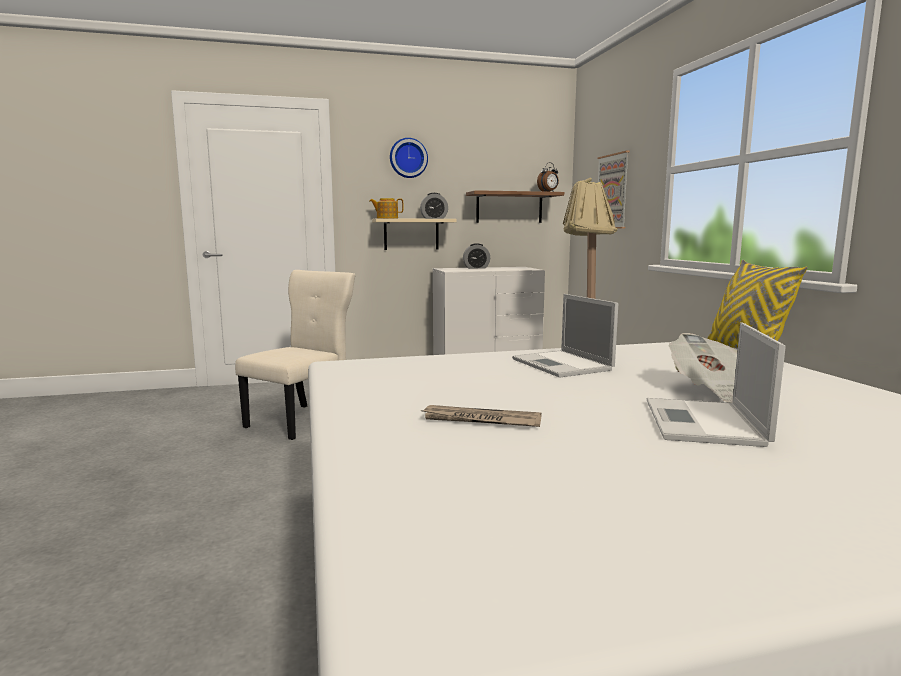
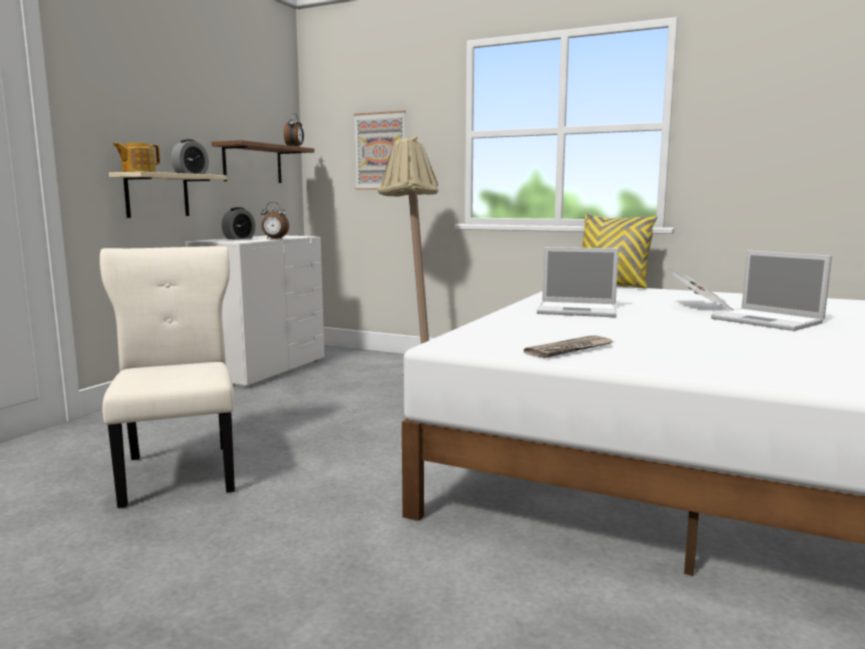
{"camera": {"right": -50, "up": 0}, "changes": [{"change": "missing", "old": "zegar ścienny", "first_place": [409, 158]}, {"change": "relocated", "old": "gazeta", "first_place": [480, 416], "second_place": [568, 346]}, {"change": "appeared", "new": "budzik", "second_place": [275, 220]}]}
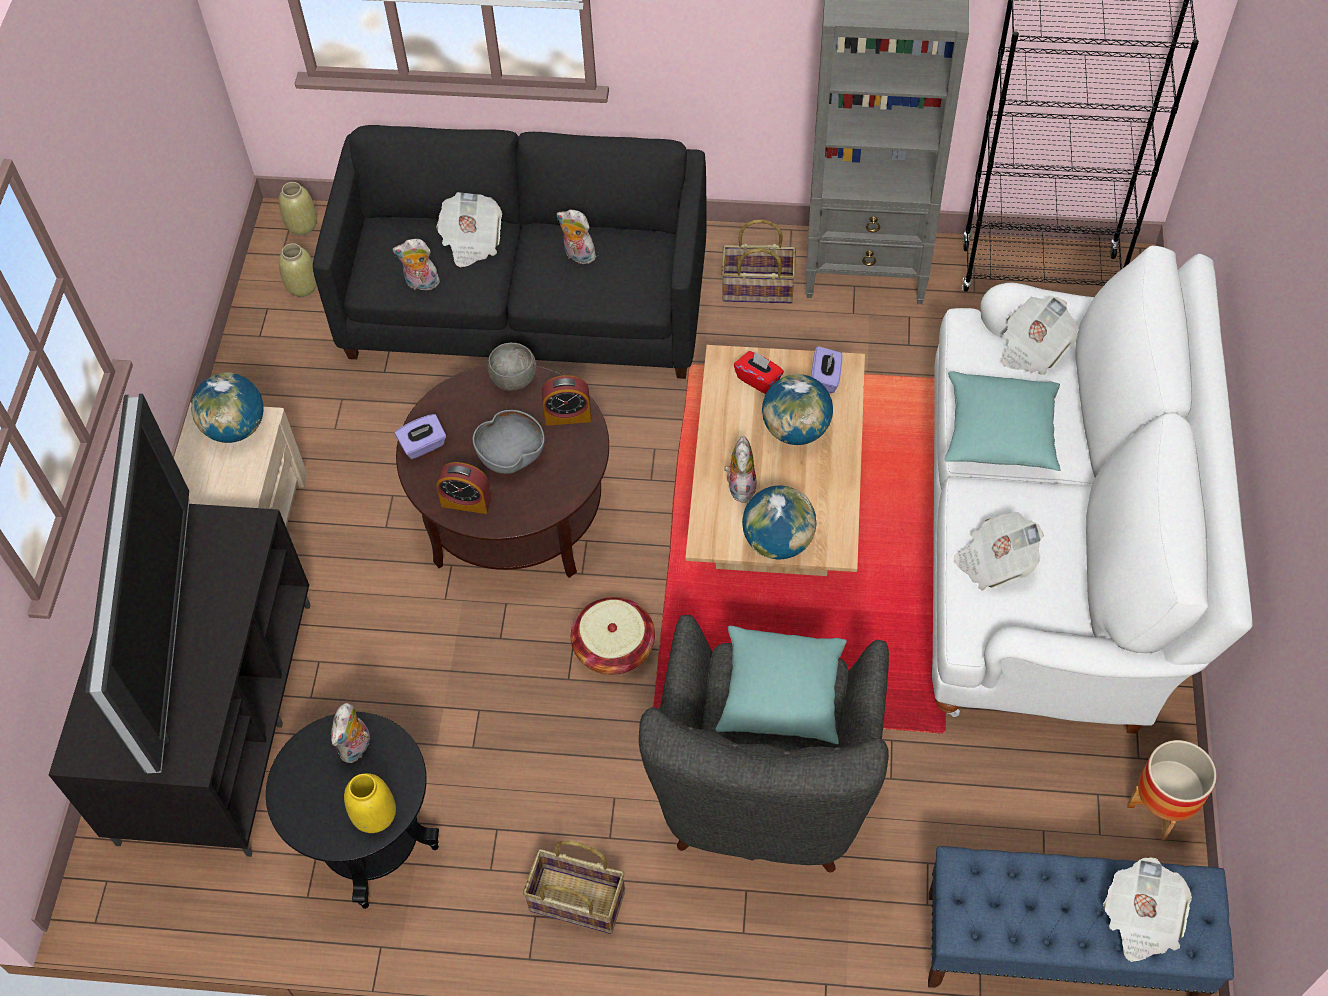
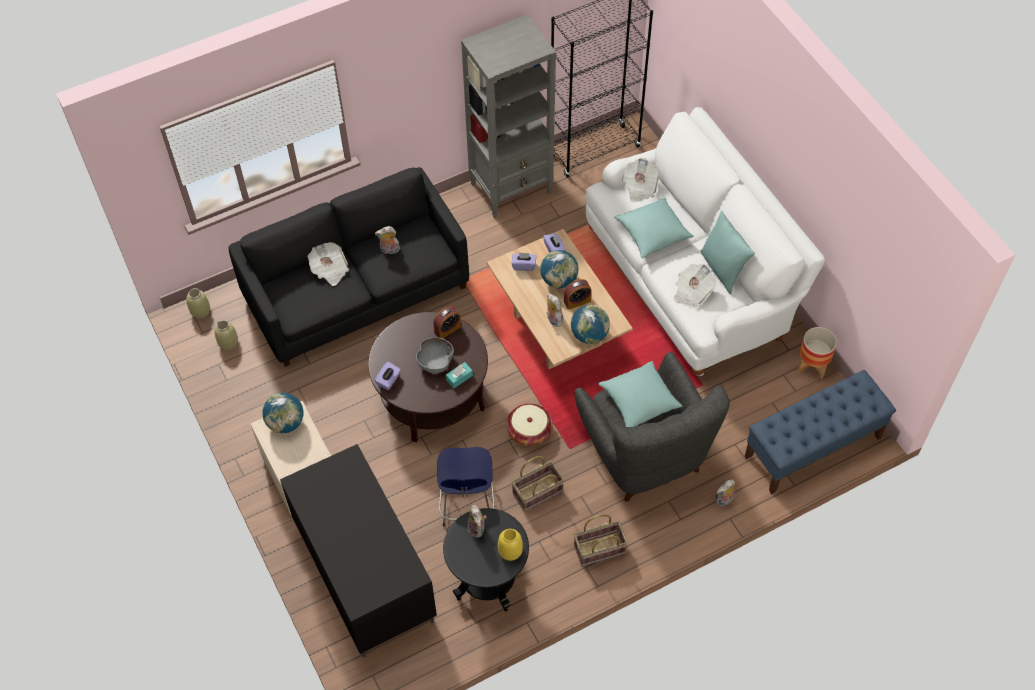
{"camera": {"right": -35, "up": 0}, "changes": [{"change": "relocated", "old": "koszyk", "first_place": [758, 261], "second_place": [537, 484]}, {"change": "relocated", "old": "pluszak", "first_place": [416, 265], "second_place": [725, 492]}, {"change": "missing", "old": "miska/szary", "first_place": [511, 367]}, {"change": "colour", "old": "pudełko chusteczek/czerwony", "new": "pudełko chusteczek/fioletowy", "first_place": [759, 372], "second_place": [523, 261]}, {"change": "missing", "old": "telewizor", "first_place": [137, 583]}, {"change": "relocated", "old": "budzik", "first_place": [463, 488], "second_place": [578, 294]}, {"change": "missing", "old": "gazeta", "first_place": [1147, 909]}, {"change": "appeared", "new": "poduszka/turkusowy", "second_place": [728, 252]}, {"change": "appeared", "new": "pudełko chusteczek/turkusowy", "second_place": [459, 375]}, {"change": "appeared", "new": "stołek/niebieski", "second_place": [466, 487]}]}
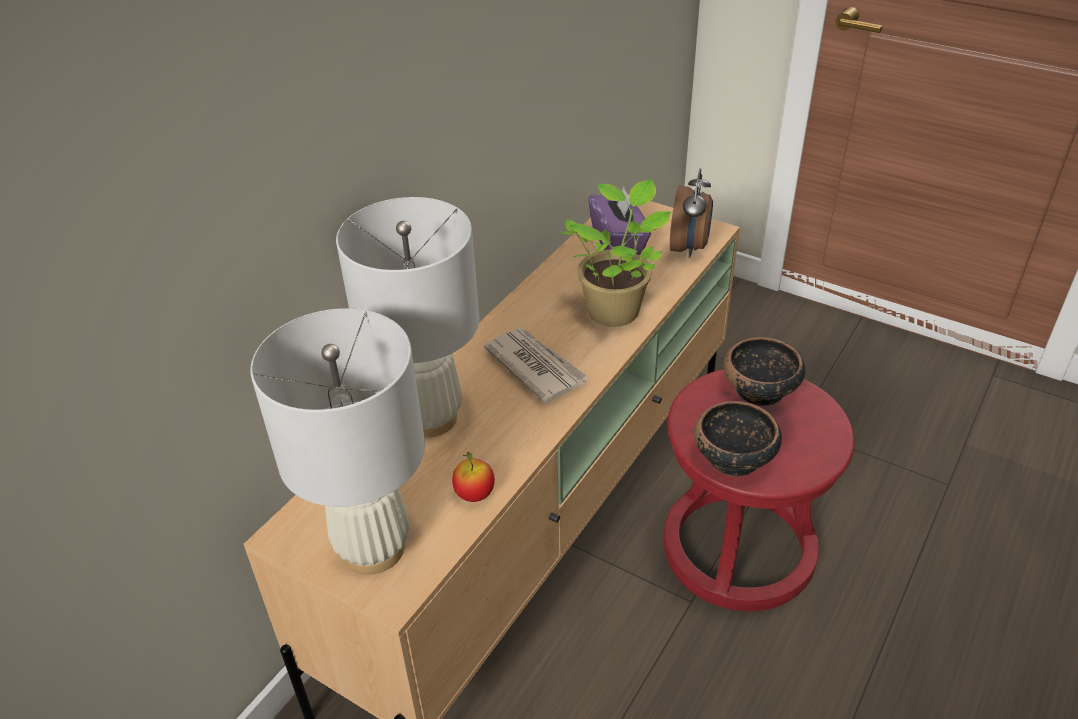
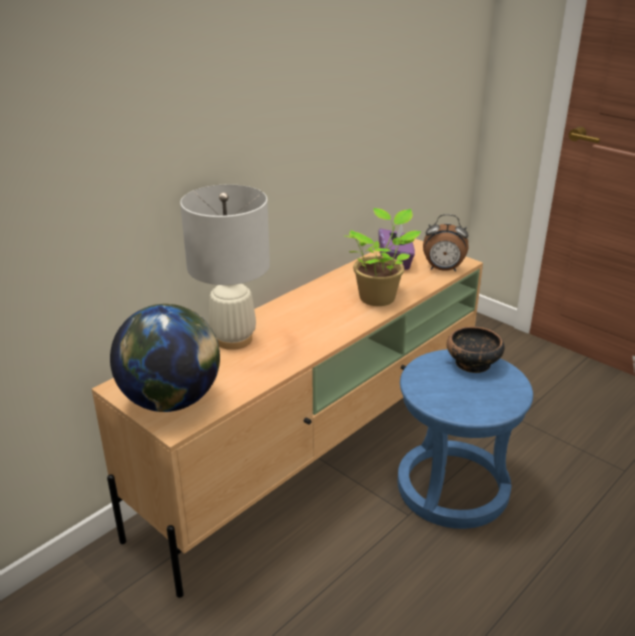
{"camera": {"right": 10, "up": -10}, "changes": [{"change": "spun", "old": "budzik", "first_place": [691, 213], "second_place": [446, 243], "degrees": 75}, {"change": "exchanged", "old": "lampa stołowa/biały", "new": "globus", "first_place": [337, 441], "second_place": [165, 358]}, {"change": "missing", "old": "gazeta", "first_place": [536, 365]}, {"change": "colour", "old": "stołek/czerwony", "new": "stołek/niebieski", "first_place": [759, 490], "second_place": [465, 439]}, {"change": "missing", "old": "miska", "first_place": [738, 438]}, {"change": "missing", "old": "jabłko", "first_place": [473, 477]}]}
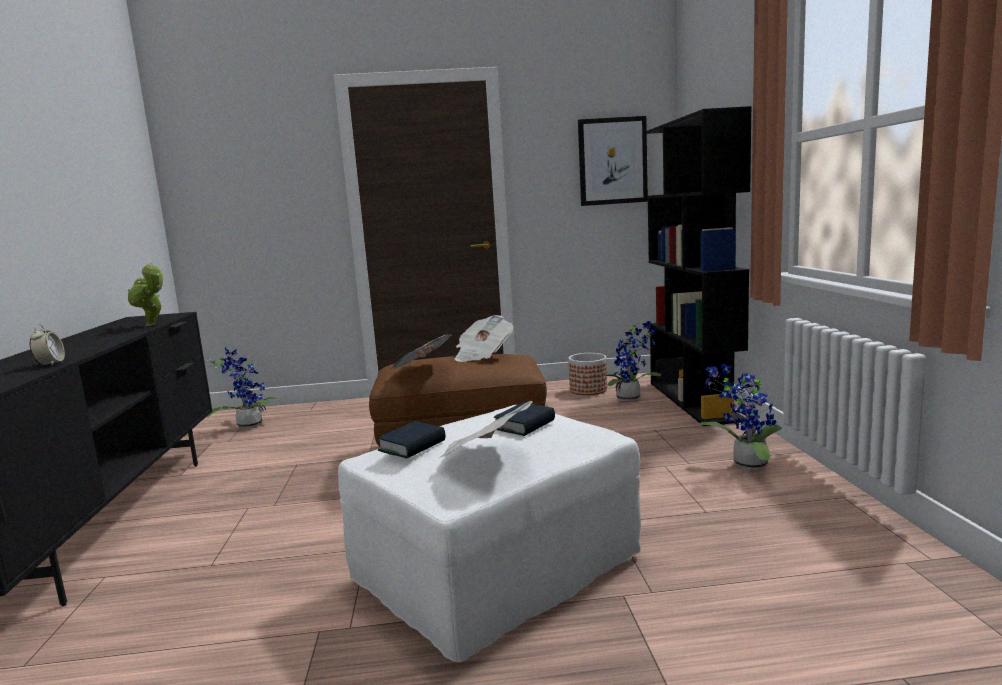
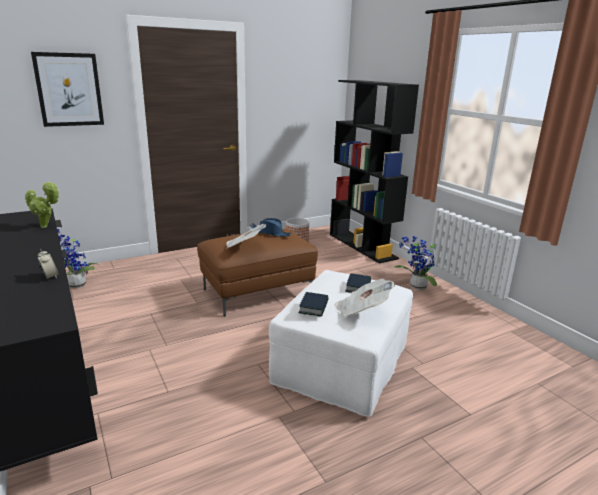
{"camera": {"right": -25, "up": 10}, "changes": [{"change": "relocated", "old": "obraz", "first_place": [613, 161], "second_place": [67, 89]}, {"change": "exchanged", "old": "gazeta", "new": "kapelusz/niebieski", "first_place": [484, 338], "second_place": [271, 227]}, {"change": "missing", "old": "roślina doniczkowa", "first_place": [632, 361]}]}
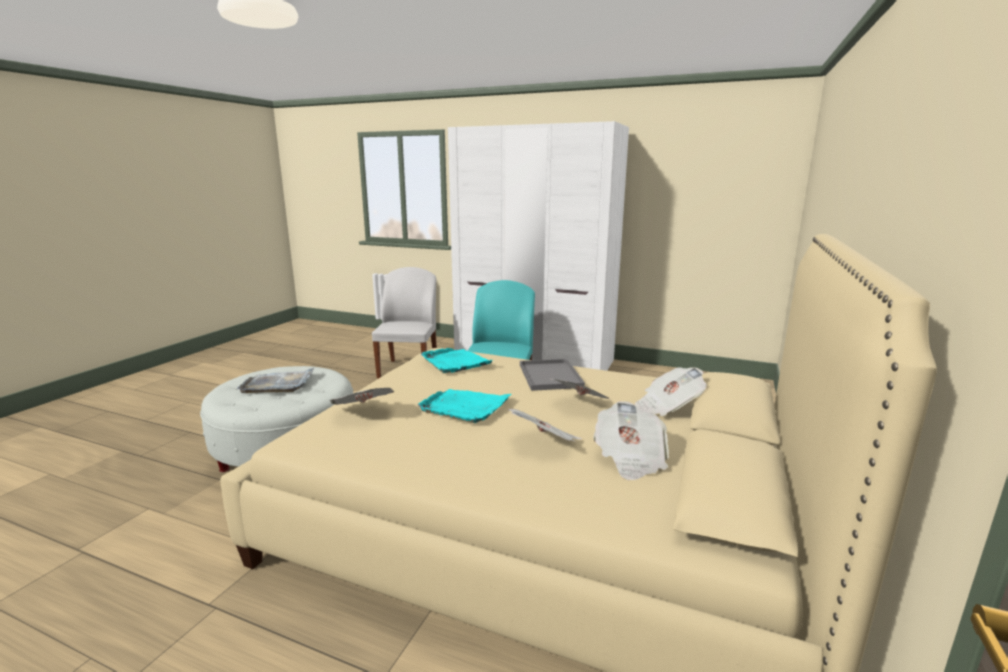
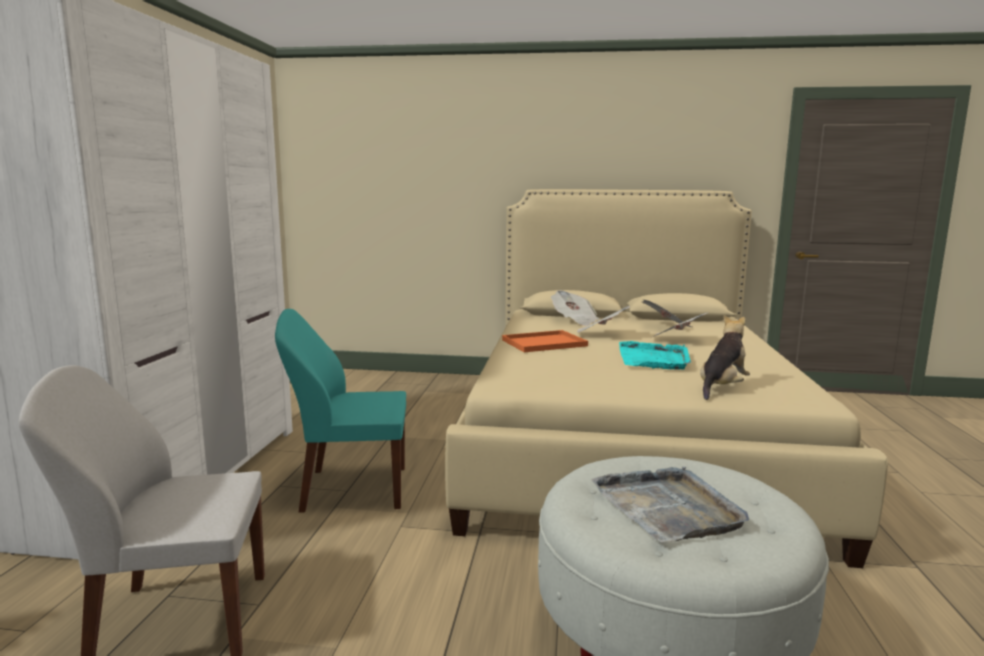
{"camera": {"right": -105, "up": -5}, "changes": [{"change": "missing", "old": "taca/turkusowy", "first_place": [456, 360]}, {"change": "colour", "old": "taca/szary", "new": "taca/pomarańczowy", "first_place": [552, 375], "second_place": [545, 341]}, {"change": "exchanged", "old": "gazeta", "new": "pluszak", "first_place": [362, 396], "second_place": [725, 357]}]}
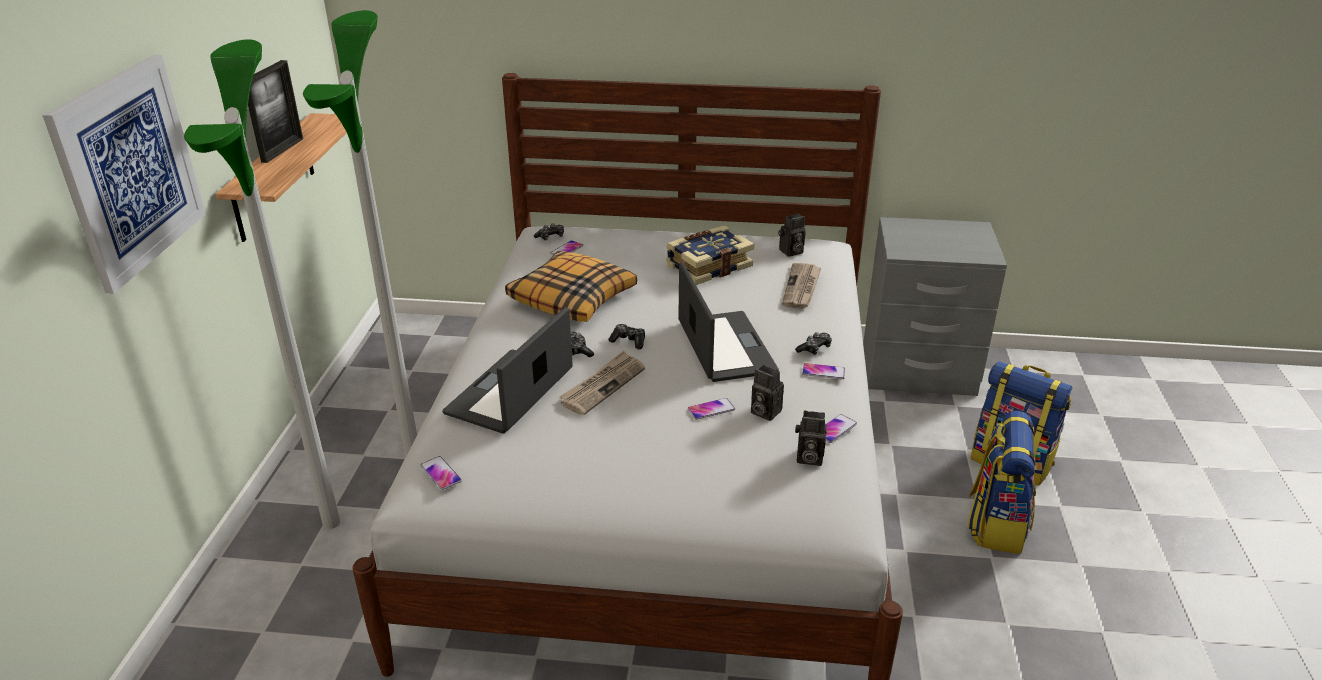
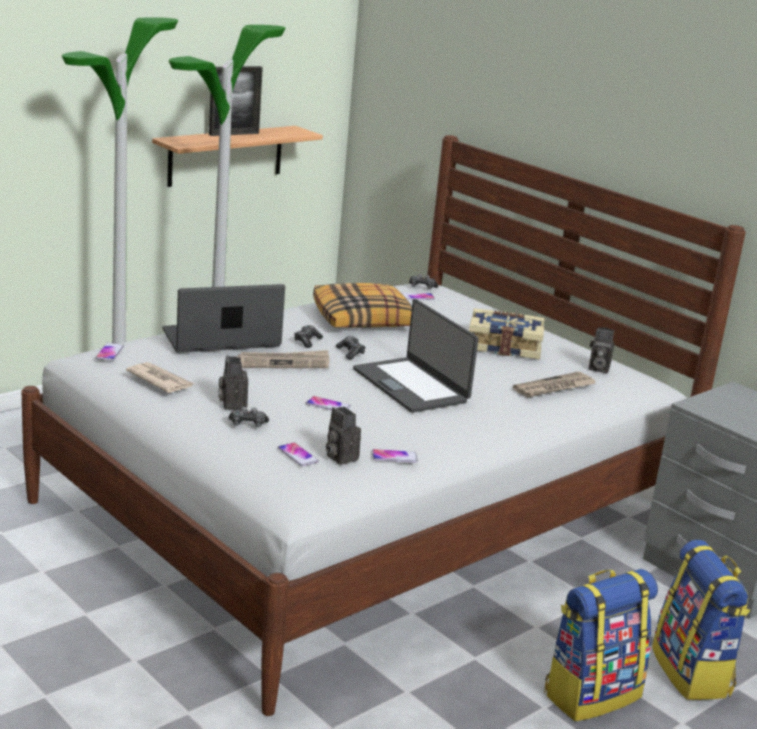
{"camera": {"right": 40, "up": -10}, "changes": [{"change": "missing", "old": "obraz", "first_place": [124, 174]}, {"change": "spun", "old": "laptop", "first_place": [728, 322], "second_place": [416, 356], "degrees": 120}, {"change": "relocated", "old": "pad do gier", "first_place": [813, 343], "second_place": [249, 417]}, {"change": "relocated", "old": "telefon", "first_place": [823, 371], "second_place": [298, 454]}, {"change": "relocated", "old": "aparat fotograficzny", "first_place": [767, 393], "second_place": [233, 382]}, {"change": "appeared", "new": "gazeta", "second_place": [160, 377]}]}
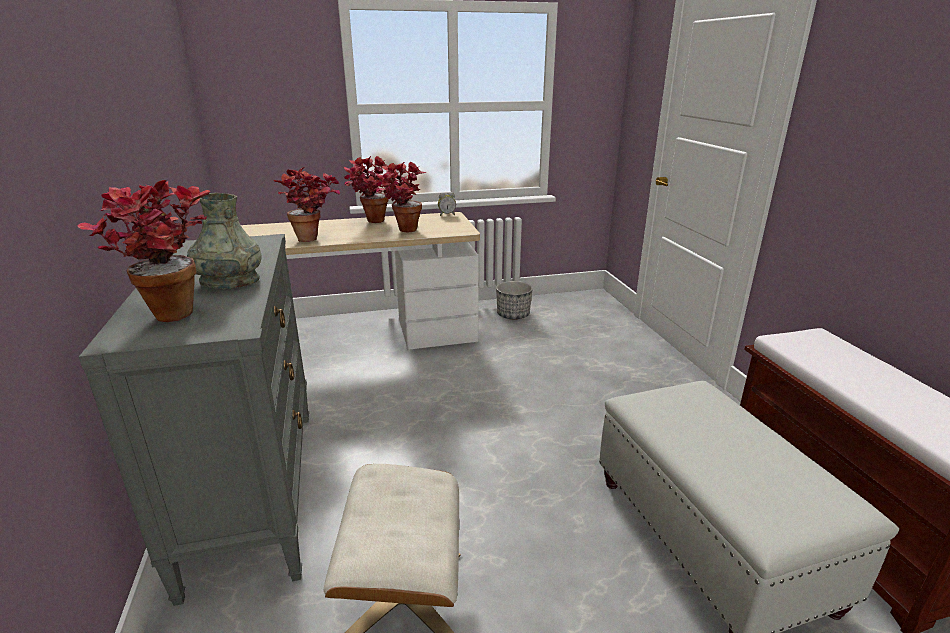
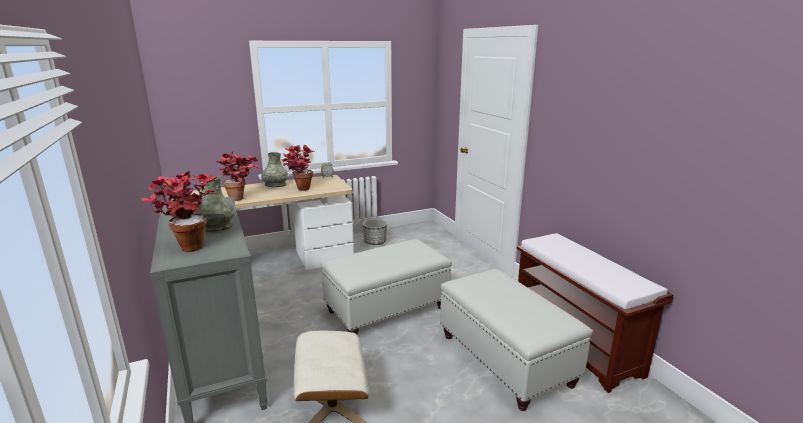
{"camera": {"right": -10, "up": -5}, "changes": [{"change": "exchanged", "old": "roślina doniczkowa", "new": "wazon/szary", "first_place": [366, 189], "second_place": [274, 169]}, {"change": "appeared", "new": "pufa/biały", "second_place": [386, 286]}]}
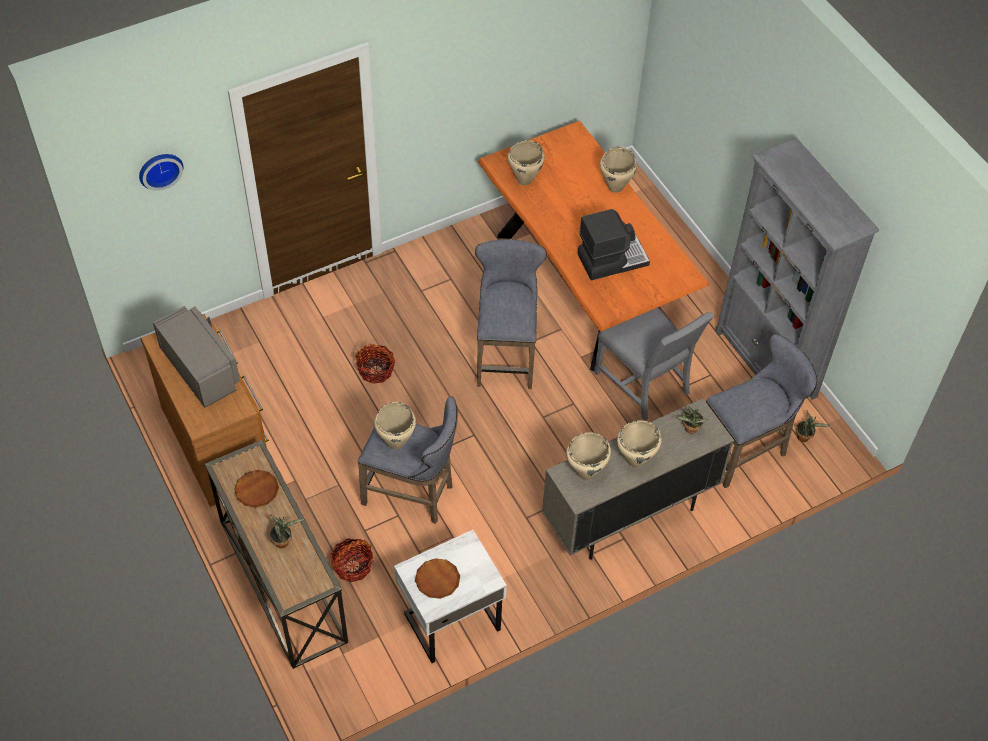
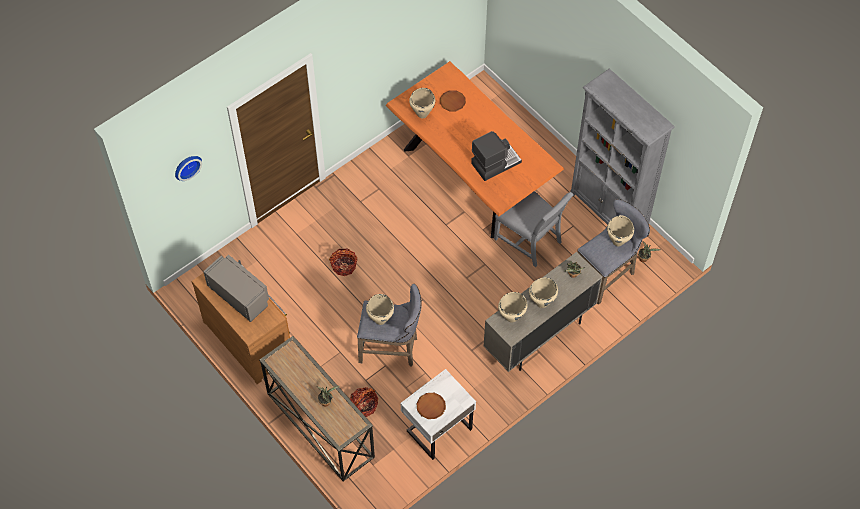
{"camera": {"right": -10, "up": 5}, "changes": [{"change": "relocated", "old": "garnek/beżowy", "first_place": [618, 170], "second_place": [620, 230]}, {"change": "missing", "old": "stołek/szary", "first_place": [511, 314]}, {"change": "relocated", "old": "talerz/brązowy", "first_place": [256, 489], "second_place": [453, 100]}]}
